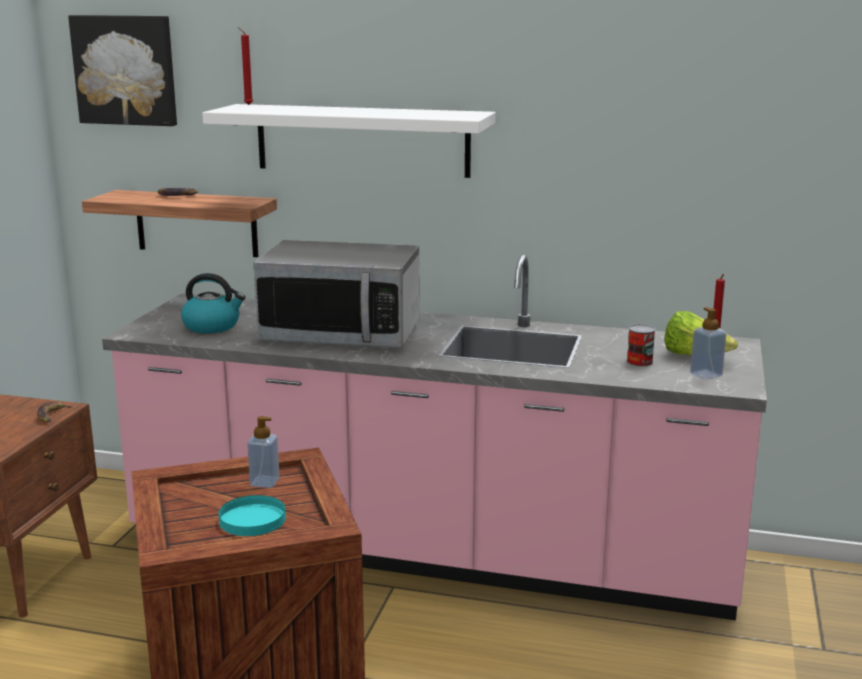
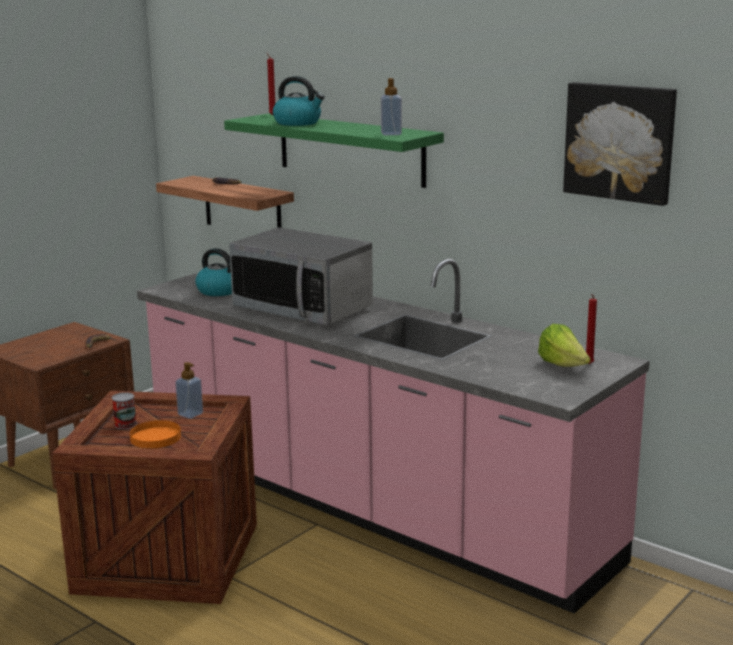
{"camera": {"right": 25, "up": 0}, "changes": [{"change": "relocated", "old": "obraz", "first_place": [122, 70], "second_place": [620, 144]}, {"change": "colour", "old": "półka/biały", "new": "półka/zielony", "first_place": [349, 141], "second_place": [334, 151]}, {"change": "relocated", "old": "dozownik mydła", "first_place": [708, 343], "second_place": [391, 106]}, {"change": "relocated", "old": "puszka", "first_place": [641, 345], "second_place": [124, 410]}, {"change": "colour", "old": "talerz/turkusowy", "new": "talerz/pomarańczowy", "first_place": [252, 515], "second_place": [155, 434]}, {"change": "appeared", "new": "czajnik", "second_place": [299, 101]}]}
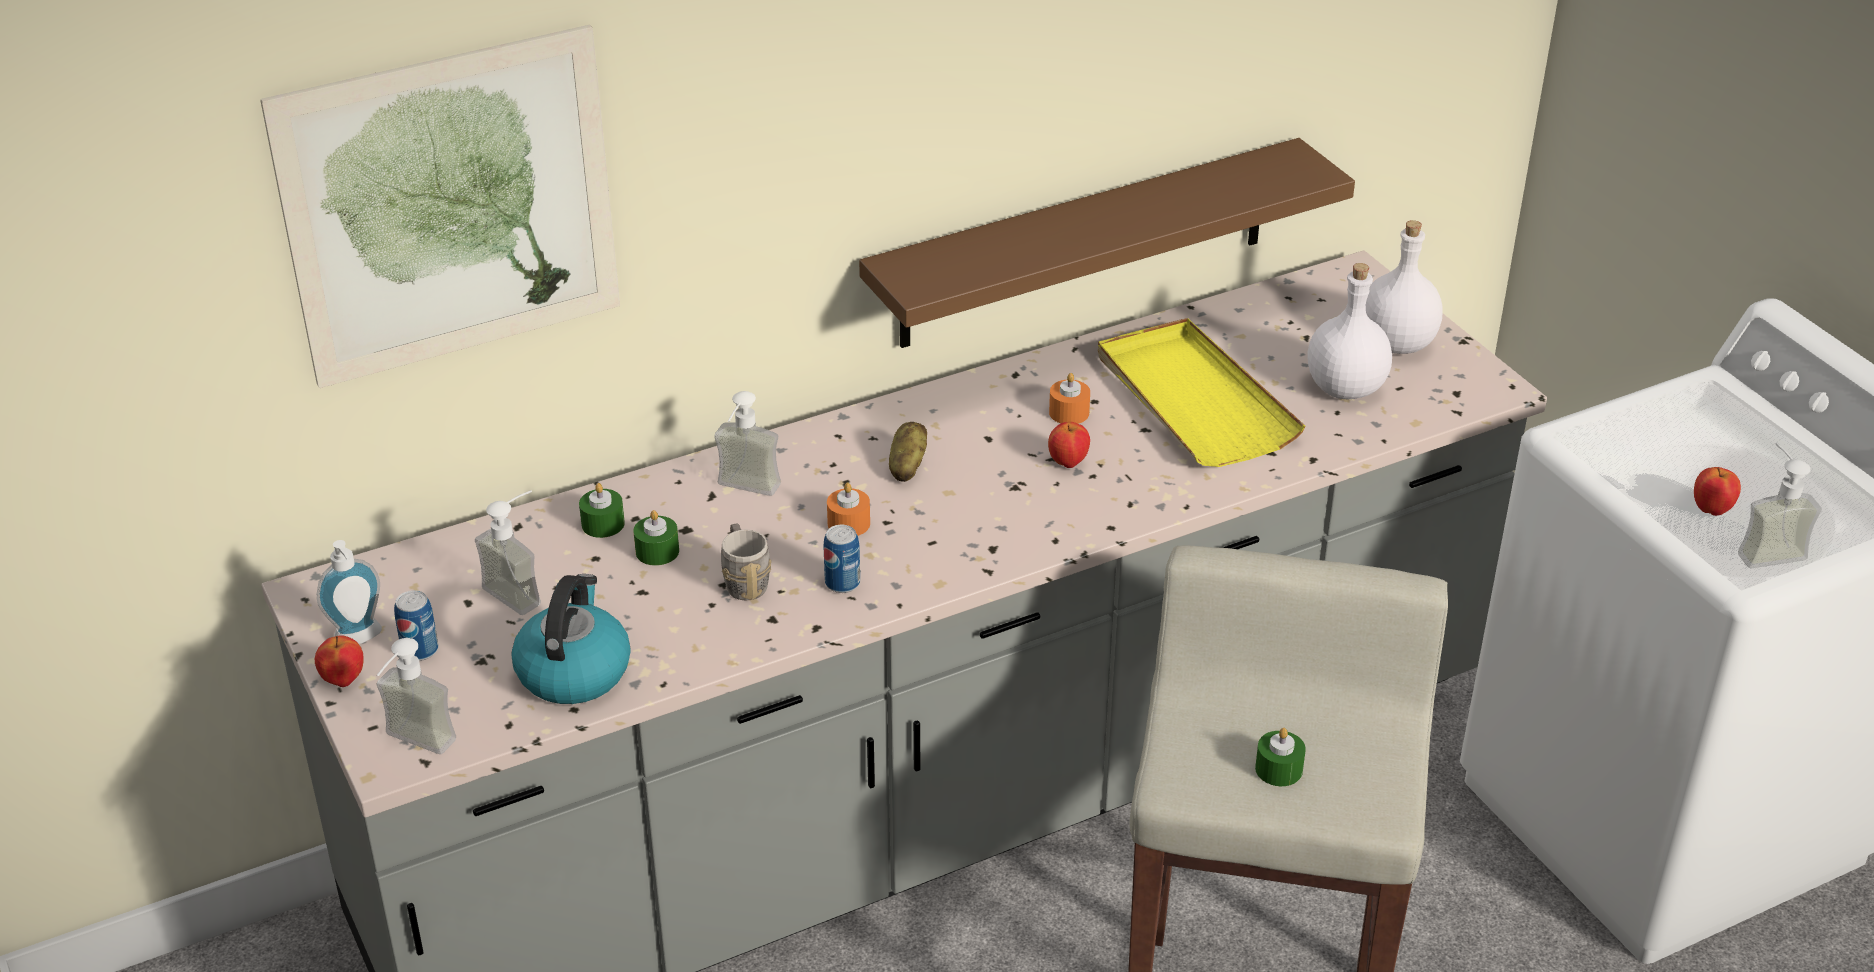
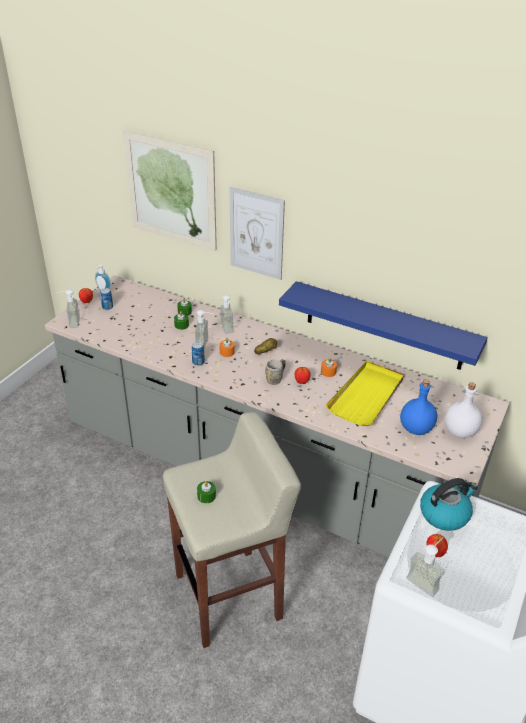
{"camera": {"right": 55, "up": 0}, "changes": [{"change": "colour", "old": "półka/brązowy", "new": "półka/niebieski", "first_place": [1107, 243], "second_place": [383, 325]}, {"change": "colour", "old": "butelka/biały", "new": "butelka/niebieski", "first_place": [1350, 331], "second_place": [418, 407]}, {"change": "relocated", "old": "dozownik mydła", "first_place": [508, 552], "second_place": [204, 329]}, {"change": "relocated", "old": "kubek/szary", "first_place": [746, 562], "second_place": [275, 372]}, {"change": "relocated", "old": "czajnik", "first_place": [571, 639], "second_place": [449, 504]}, {"change": "appeared", "new": "obraz", "second_place": [257, 233]}]}
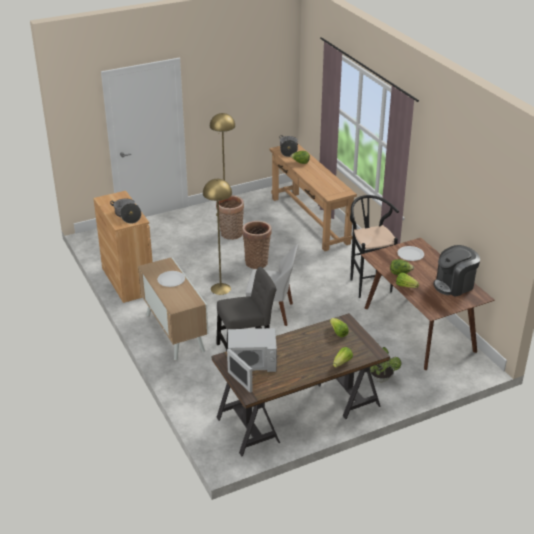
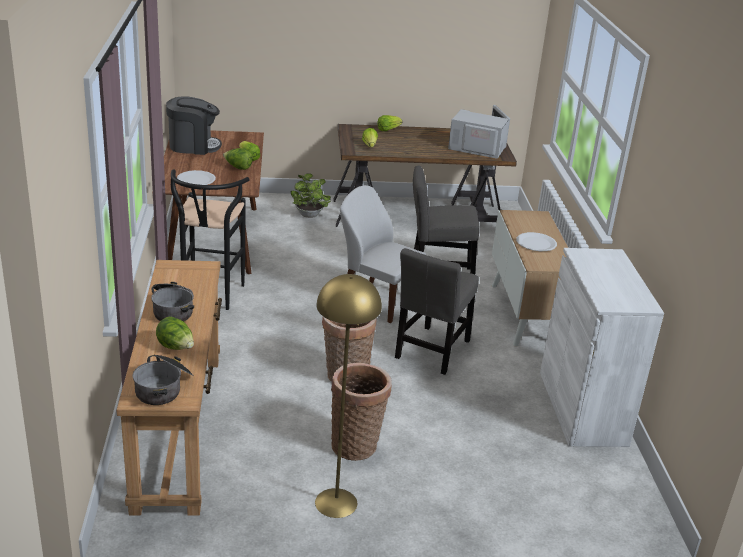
{"camera": {"right": -160, "up": -5}, "changes": [{"change": "exchanged", "old": "lampa stojąca/żółty", "new": "krzesło/szary", "first_place": [217, 237], "second_place": [437, 311]}, {"change": "colour", "old": "szafka/brązowy", "new": "szafka/biały", "first_place": [123, 247], "second_place": [602, 347]}, {"change": "relocated", "old": "garnek", "first_place": [125, 211], "second_place": [172, 302]}]}
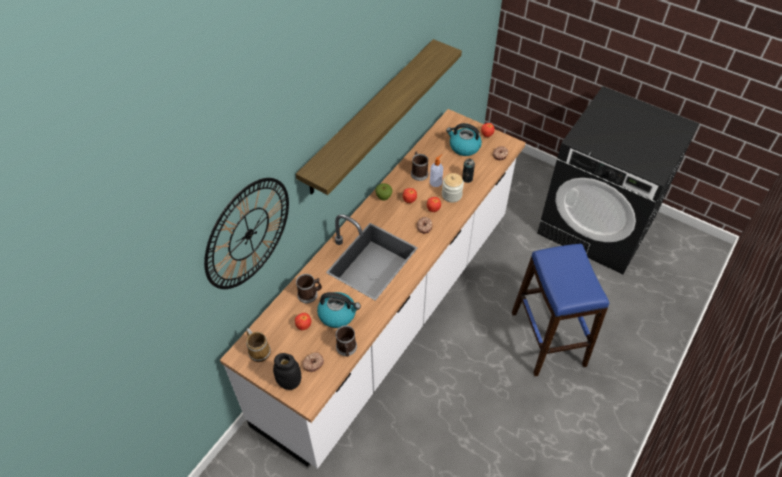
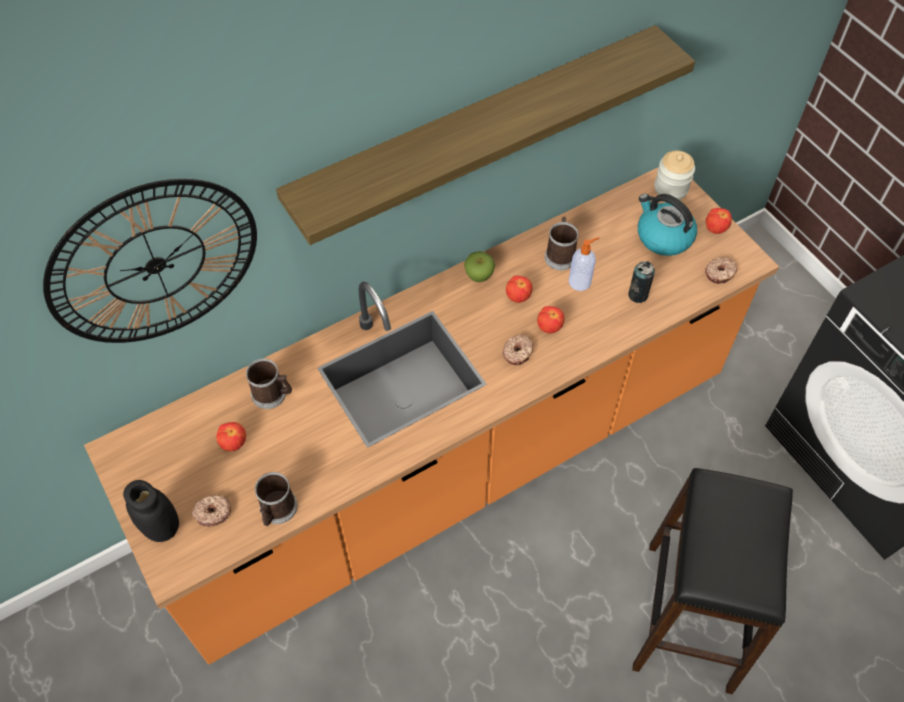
{"camera": {"right": 25, "up": 5}, "changes": [{"change": "colour", "old": "zabudowa kuchenna/biały", "new": "zabudowa kuchenna/pomarańczowy", "first_place": [373, 289], "second_place": [431, 415]}, {"change": "relocated", "old": "słoik", "first_place": [453, 188], "second_place": [674, 175]}, {"change": "colour", "old": "stołek/niebieski", "new": "stołek/czarny", "first_place": [560, 310], "second_place": [712, 581]}, {"change": "missing", "old": "czajnik", "first_place": [339, 310]}, {"change": "missing", "old": "kubek", "first_place": [258, 345]}]}
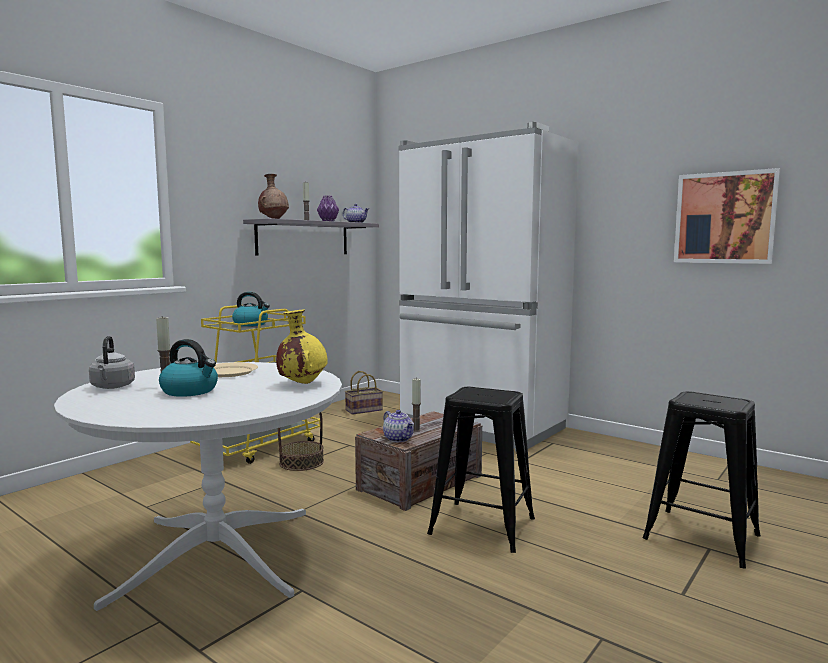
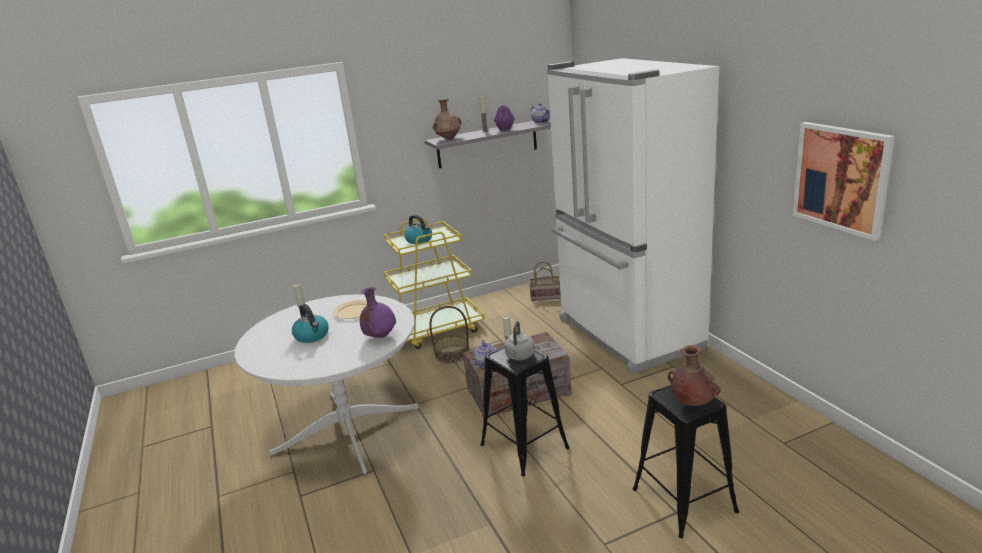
{"camera": {"right": 30, "up": 15}, "changes": [{"change": "colour", "old": "wazon/żółty", "new": "wazon/fioletowy", "first_place": [302, 347], "second_place": [378, 312]}, {"change": "relocated", "old": "czajnik/szary", "first_place": [112, 362], "second_place": [519, 341]}, {"change": "appeared", "new": "wazon/brązowy", "second_place": [694, 375]}]}
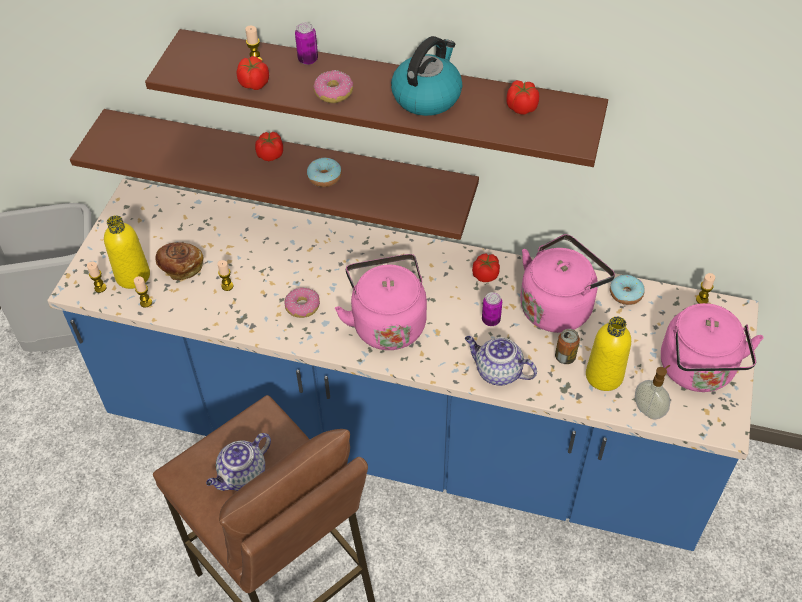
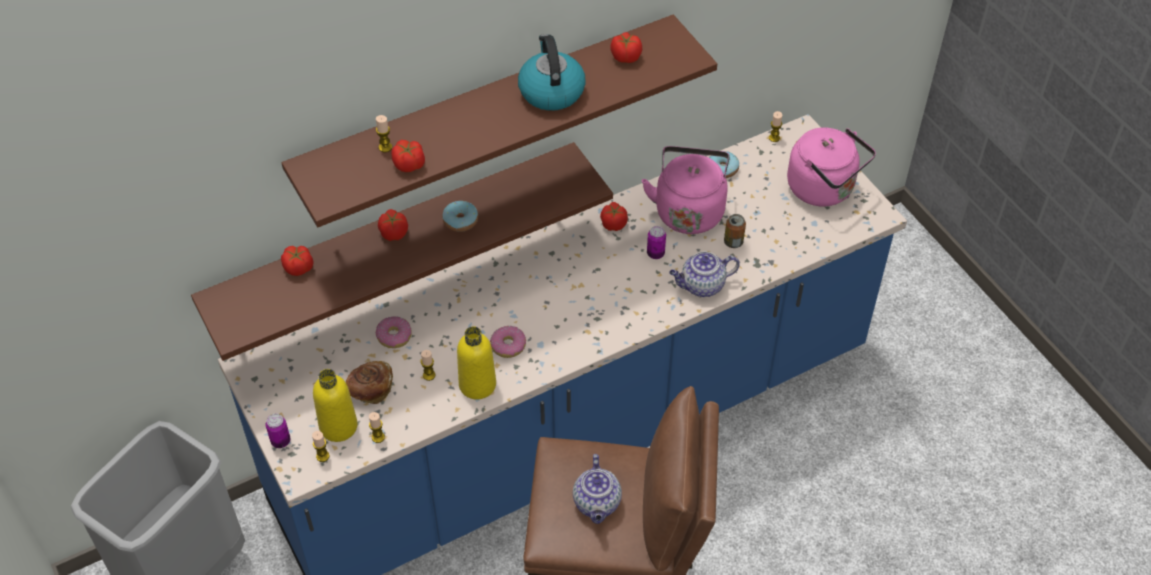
{"camera": {"right": -45, "up": 0}, "changes": [{"change": "relocated", "old": "puszka", "first_place": [306, 44], "second_place": [278, 431]}, {"change": "relocated", "old": "donut", "first_place": [333, 86], "second_place": [394, 332]}, {"change": "missing", "old": "czajnik/różowy", "first_place": [381, 302]}, {"change": "relocated", "old": "butelka/żółty", "first_place": [608, 353], "second_place": [476, 362]}, {"change": "missing", "old": "dozownik mydła", "first_place": [652, 392]}, {"change": "appeared", "new": "pomidor", "second_place": [297, 261]}]}
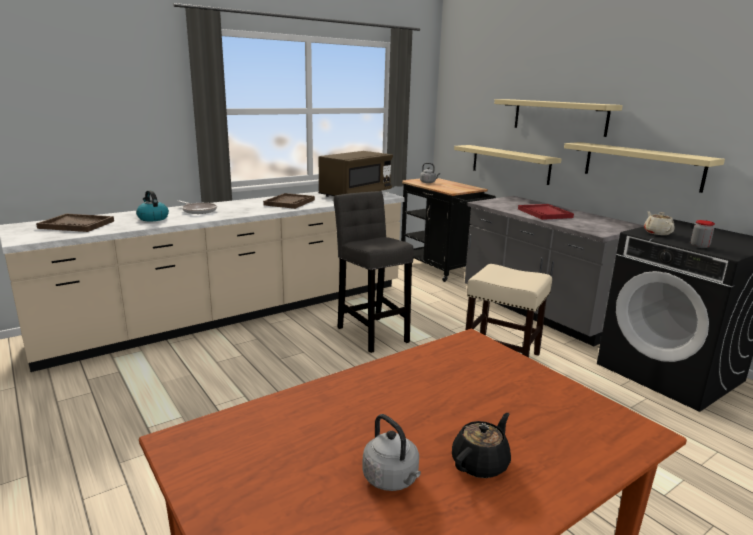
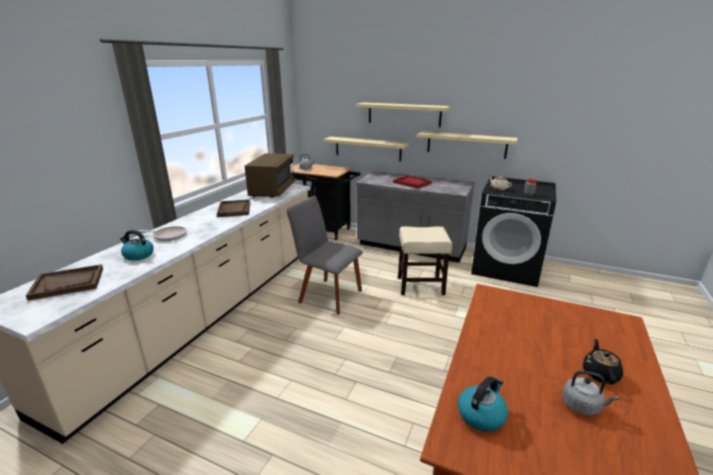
{"camera": {"right": -30, "up": 5}, "changes": [{"change": "exchanged", "old": "stołek/szary", "new": "krzesło/szary", "first_place": [373, 272], "second_place": [324, 255]}, {"change": "appeared", "new": "czajnik", "second_place": [483, 404]}]}
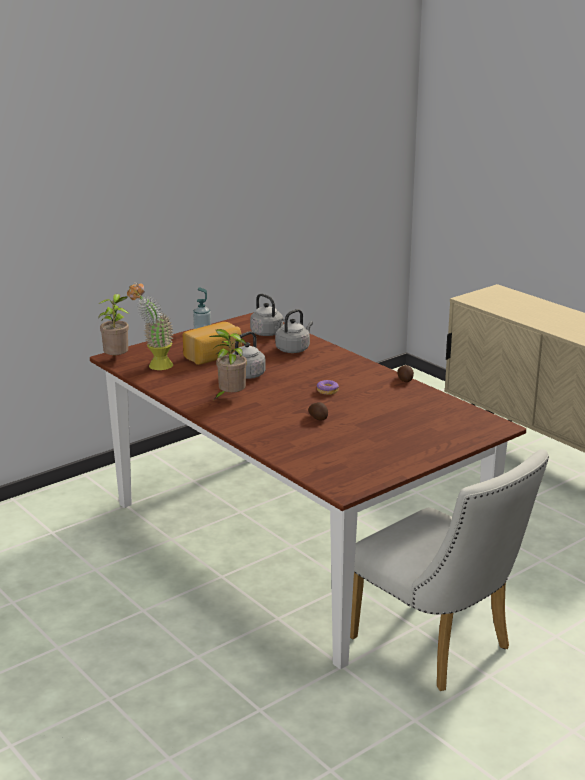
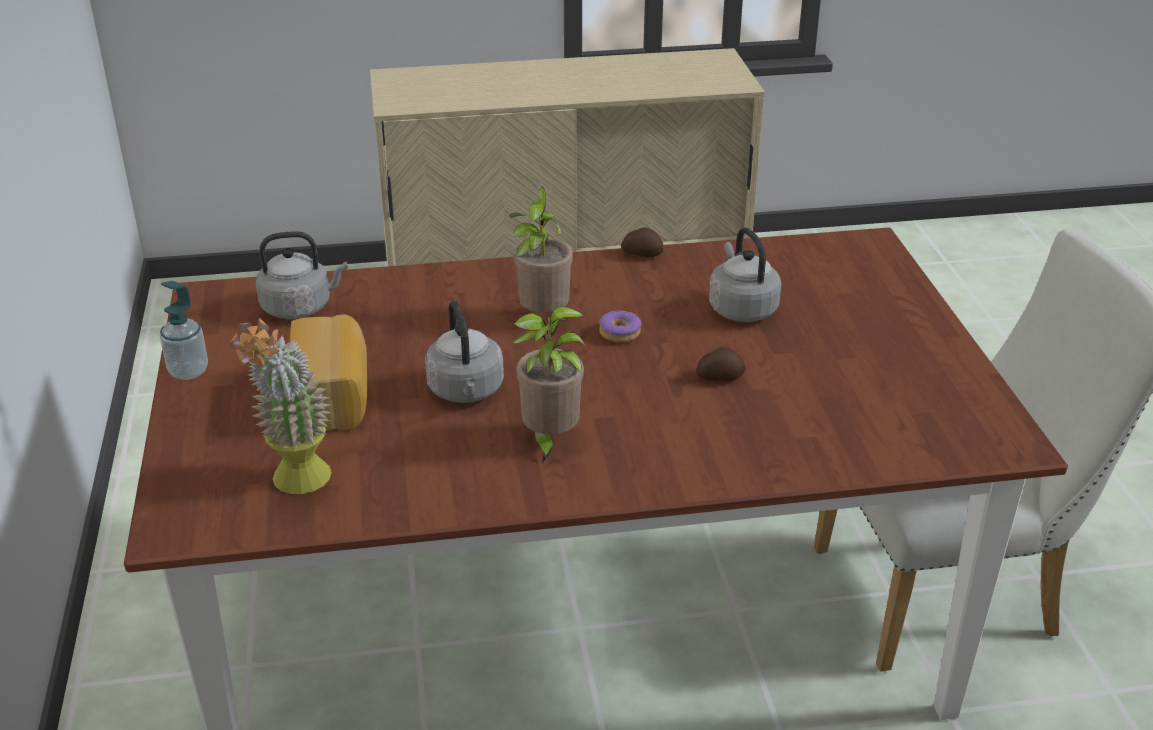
{"camera": {"right": -60, "up": 10}, "changes": [{"change": "relocated", "old": "roślina doniczkowa", "first_place": [113, 324], "second_place": [541, 249]}, {"change": "relocated", "old": "czajnik/szary", "first_place": [294, 331], "second_place": [745, 274]}]}
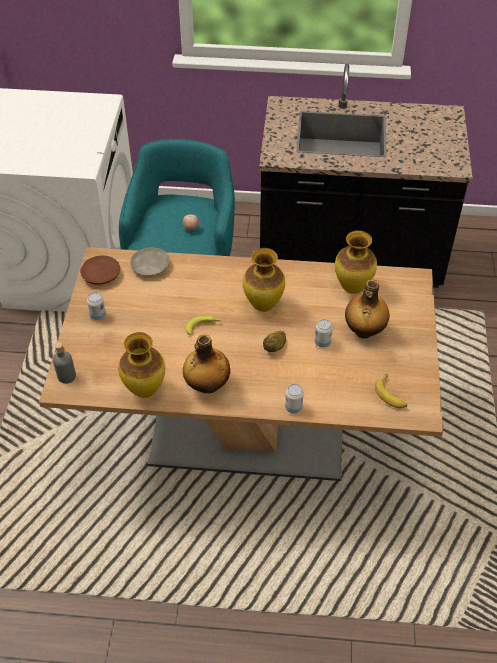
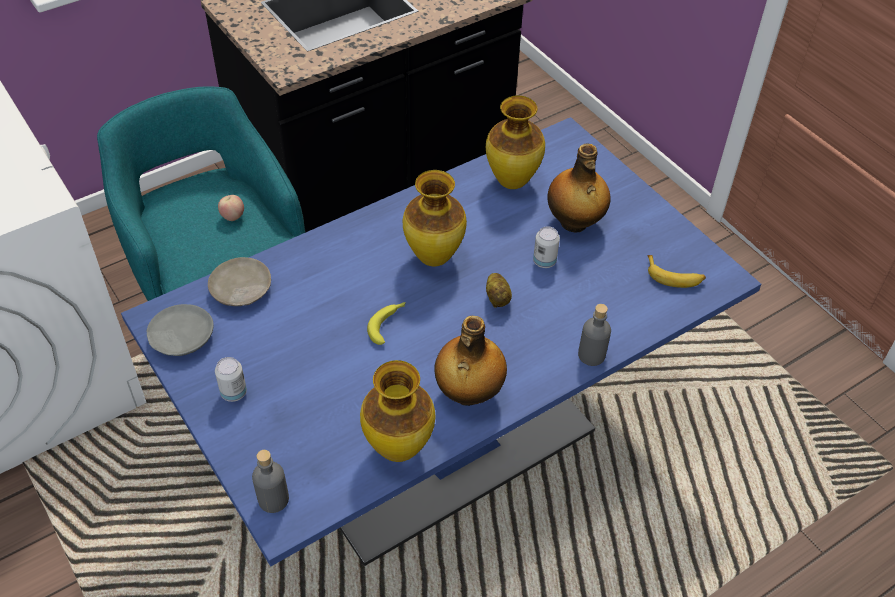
{"camera": {"right": -40, "up": 0}, "changes": [{"change": "colour", "old": "stół jadalny/brązowy", "new": "stół jadalny/niebieski", "first_place": [241, 364], "second_place": [441, 342]}, {"change": "colour", "old": "talerz/brązowy", "new": "talerz/szary", "first_place": [100, 270], "second_place": [180, 330]}, {"change": "exchanged", "old": "puszka", "new": "butelka/szary", "first_place": [294, 399], "second_place": [594, 335]}]}
